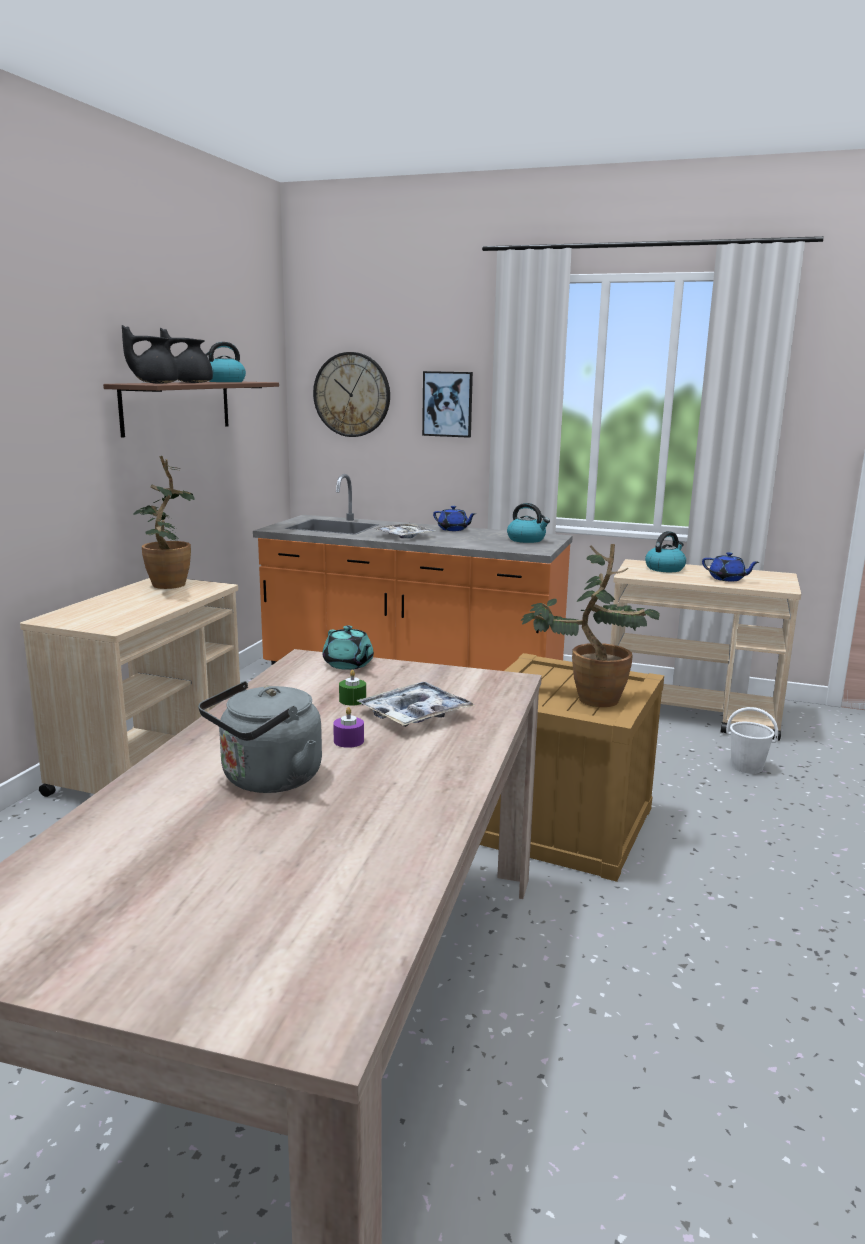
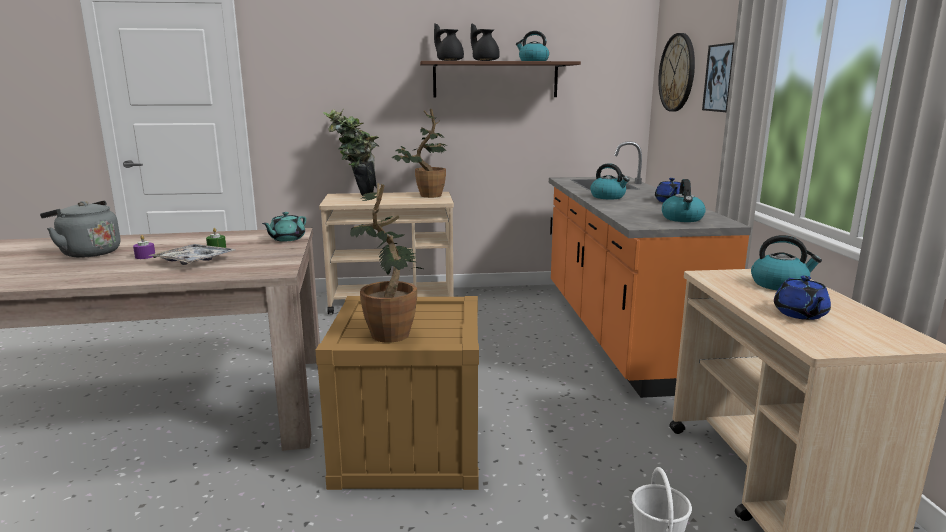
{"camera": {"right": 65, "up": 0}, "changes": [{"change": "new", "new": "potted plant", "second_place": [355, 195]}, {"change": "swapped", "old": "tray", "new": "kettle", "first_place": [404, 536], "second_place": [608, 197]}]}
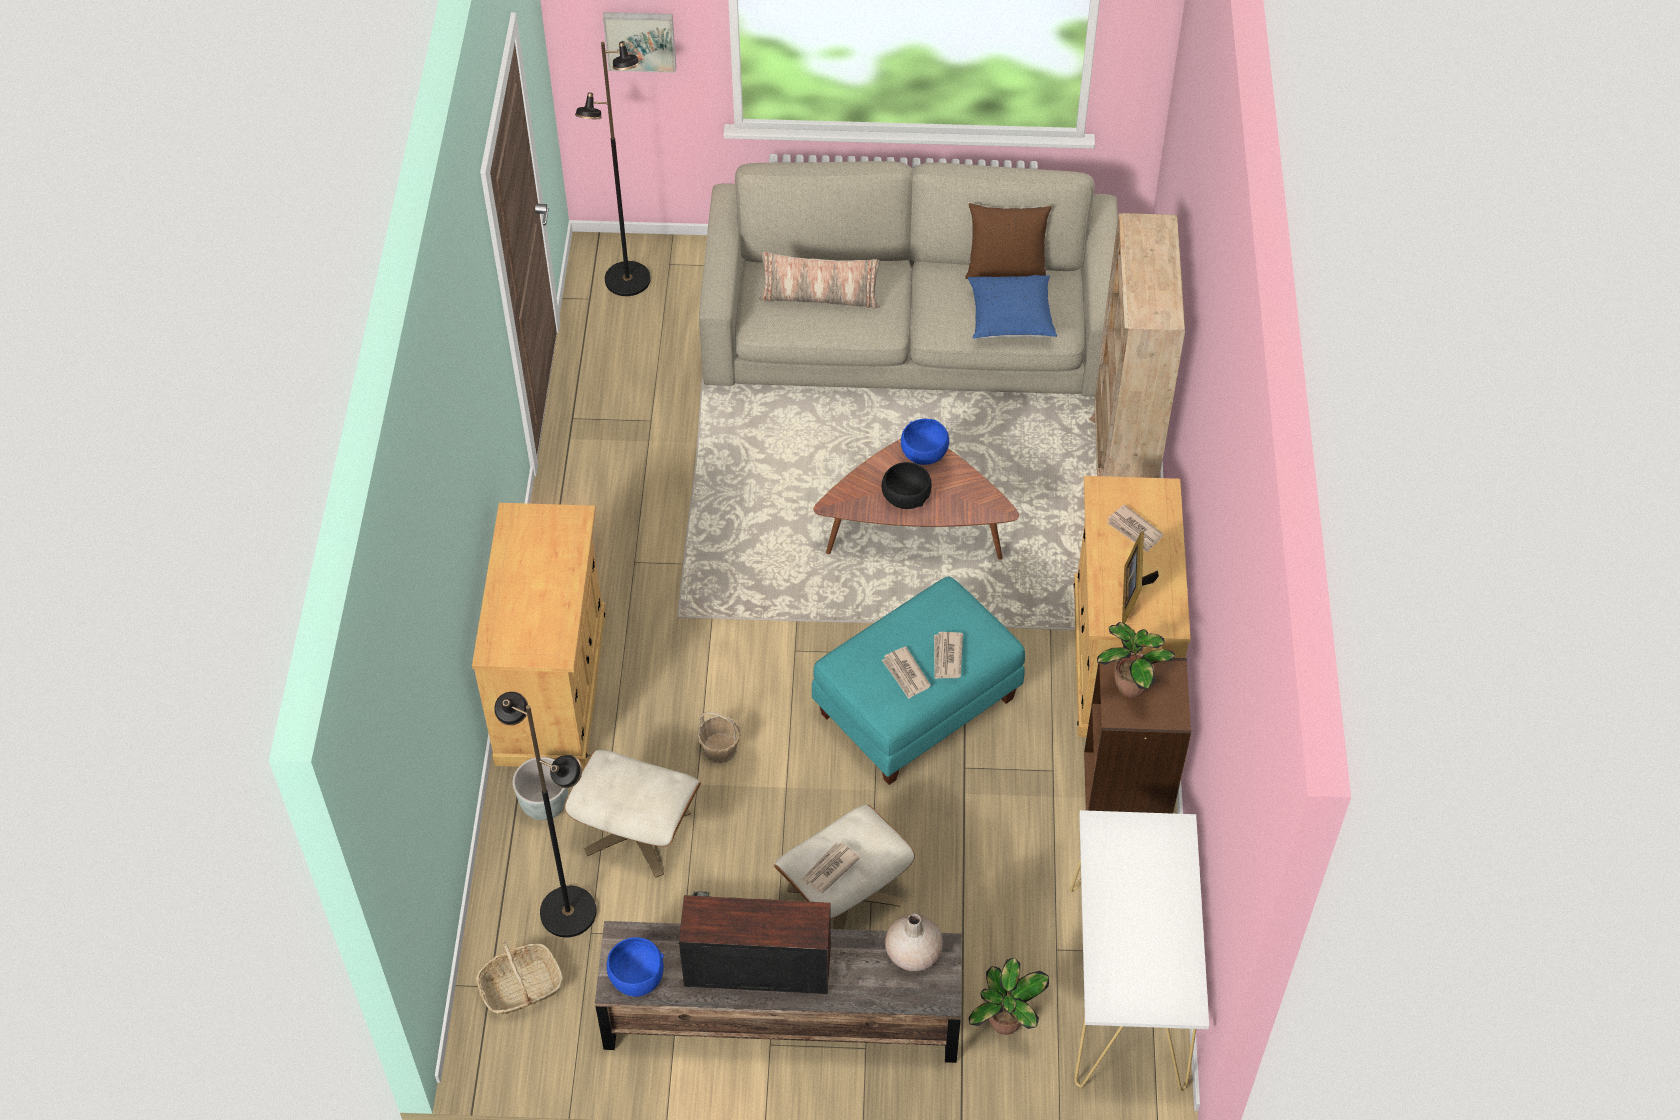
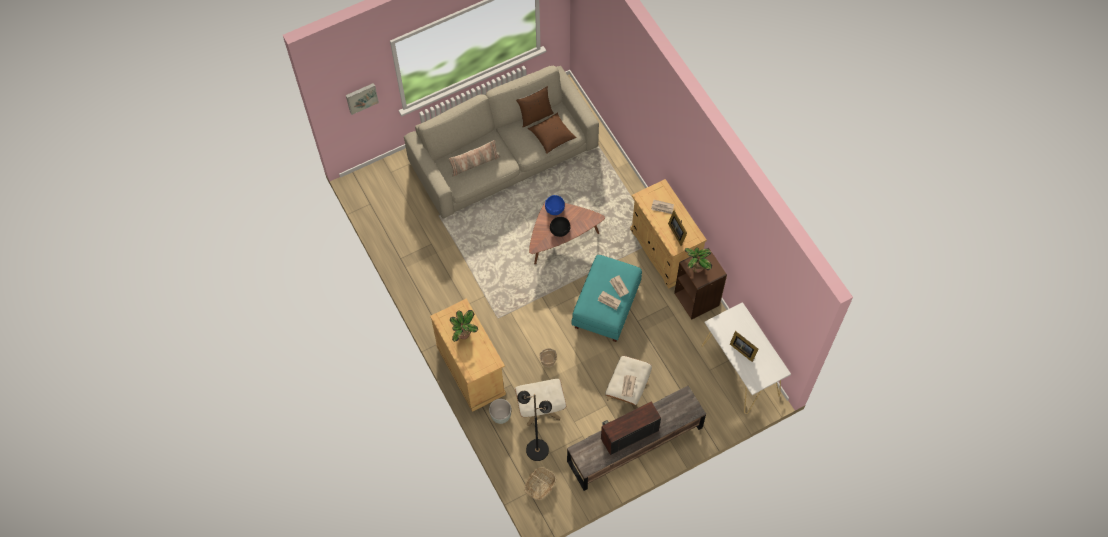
{"camera": {"right": -30, "up": 10}, "changes": [{"change": "gone", "old": "black floor lamp", "first_place": [627, 280]}, {"change": "gone", "old": "blue bowl", "first_place": [637, 978]}, {"change": "gone", "old": "beige vase", "first_place": [912, 953]}, {"change": "gone", "old": "beige bookcase", "first_place": [1119, 471]}, {"change": "new", "new": "picture frame", "second_place": [742, 349]}, {"change": "shifted", "old": "potted plant", "first_place": [1005, 1024], "second_place": [464, 335]}, {"change": "repainted", "old": "blue pillow", "new": "brown pillow", "first_place": [1010, 319], "second_place": [552, 137]}]}
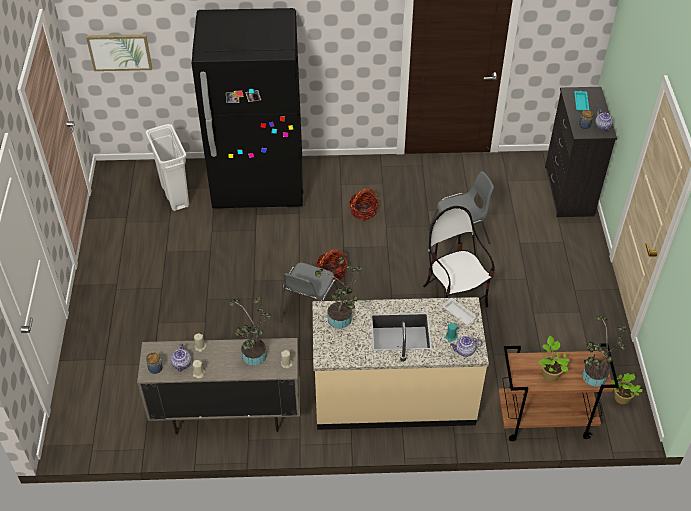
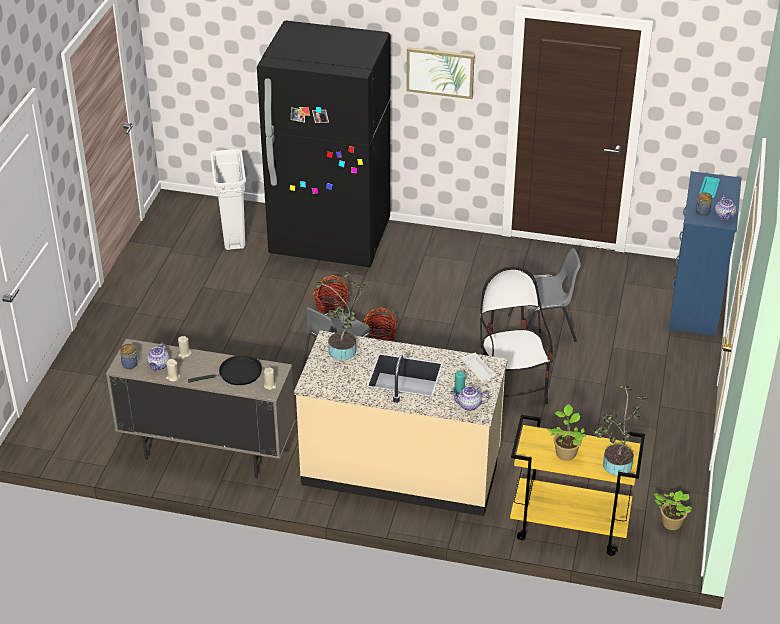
{"camera": {"right": 15, "up": -10}, "changes": [{"change": "shifted", "old": "picture", "first_place": [120, 51], "second_place": [440, 72]}, {"change": "shifted", "old": "basket", "first_place": [363, 211], "second_place": [331, 305]}, {"change": "swapped", "old": "potted plant", "new": "black frying pan", "first_place": [254, 358], "second_place": [237, 374]}, {"change": "repainted", "old": "brown cart", "new": "yellow cart", "first_place": [544, 419], "second_place": [568, 526]}, {"change": "repainted", "old": "black dresser", "new": "blue dresser", "first_place": [568, 191], "second_place": [694, 306]}]}
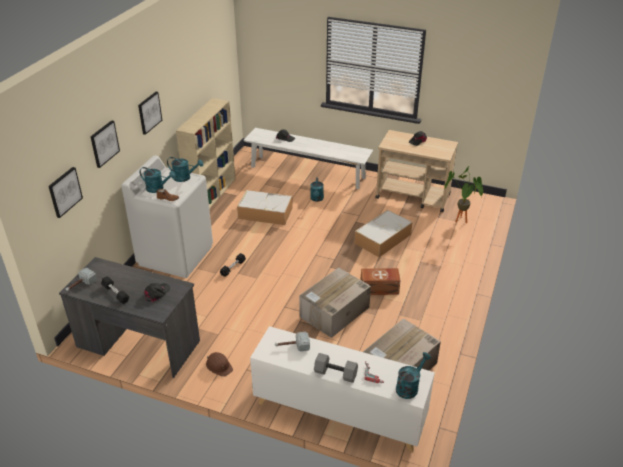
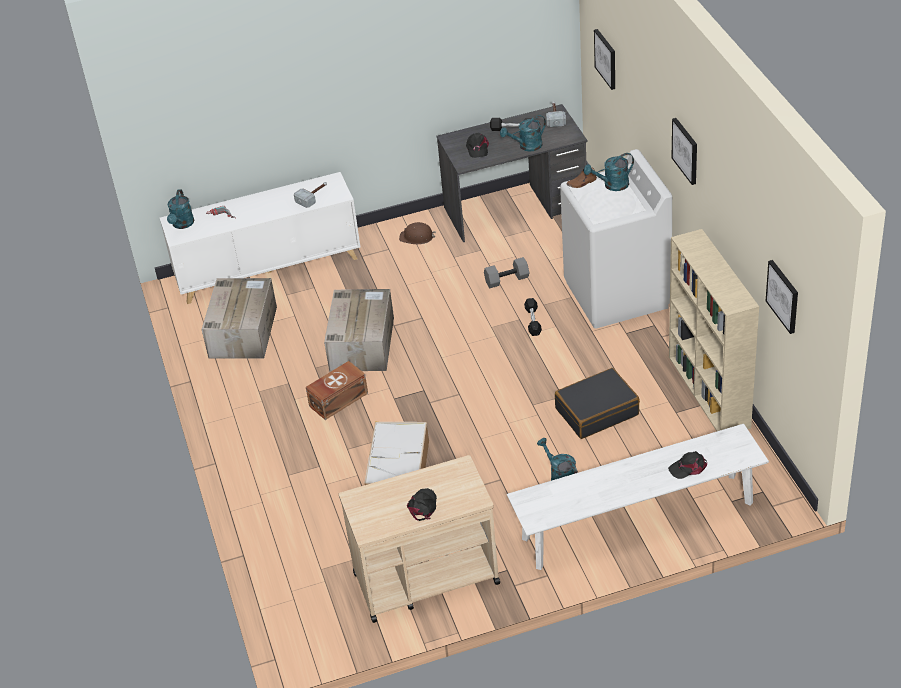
{"camera": {"right": 145, "up": 5}, "changes": [{"change": "gone", "old": "potted plant", "first_place": [460, 222]}, {"change": "shifted", "old": "picture", "first_place": [104, 143], "second_place": [783, 296]}, {"change": "shifted", "old": "turquoise watering can", "first_place": [185, 177], "second_place": [526, 146]}, {"change": "shifted", "old": "grey dumbbell", "first_place": [335, 374], "second_place": [507, 279]}, {"change": "swapped", "old": "storage box", "new": "black suitcase", "first_place": [266, 213], "second_place": [596, 411]}]}
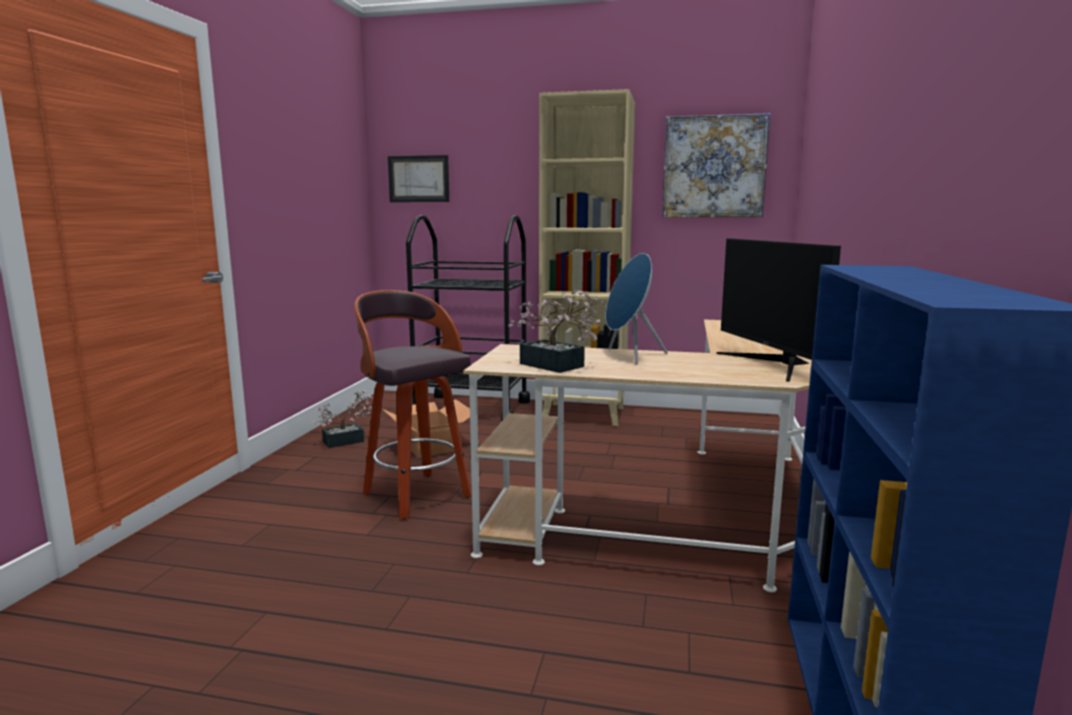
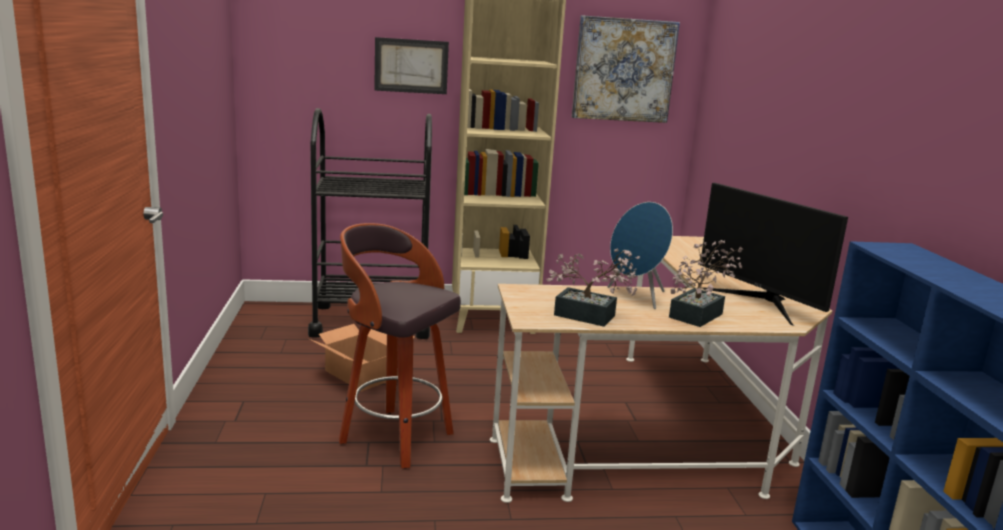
{"camera": {"right": -20, "up": 5}, "changes": [{"change": "shifted", "old": "potted plant", "first_place": [348, 440], "second_place": [699, 314]}, {"change": "shifted", "old": "picture", "first_place": [418, 179], "second_place": [411, 66]}]}
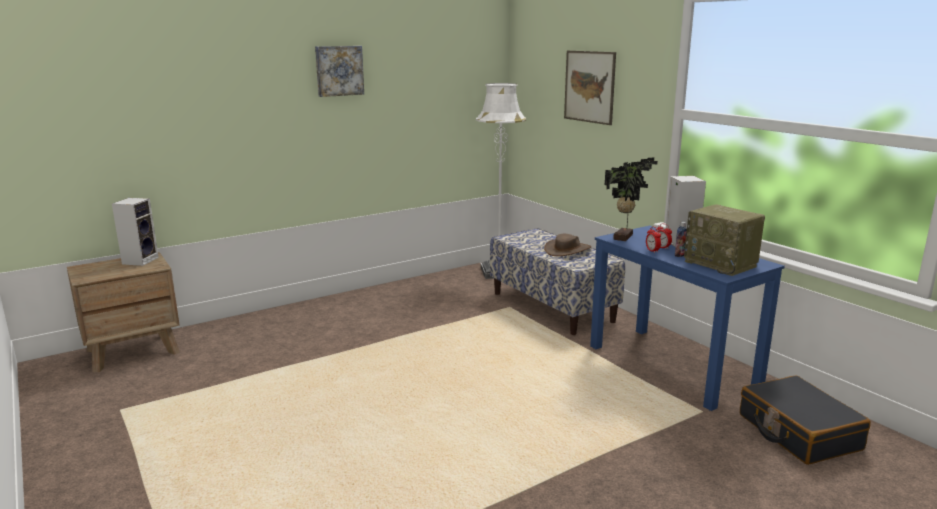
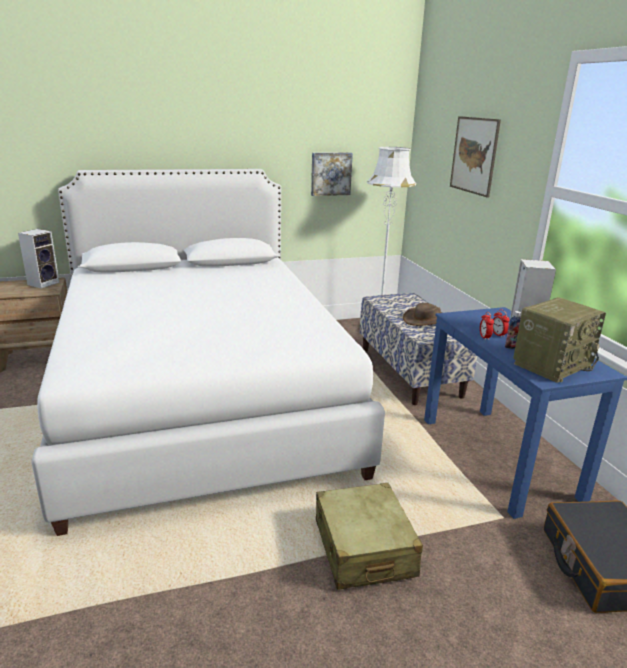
{"camera": {"right": 15, "up": 5}, "changes": [{"change": "gone", "old": "potted plant", "first_place": [625, 237]}, {"change": "new", "new": "white bed", "second_place": [200, 399]}, {"change": "new", "new": "beige suitcase", "second_place": [363, 548]}, {"change": "shifted", "old": "picture", "first_place": [339, 70], "second_place": [330, 173]}, {"change": "rotated", "old": "radio", "first_place": [722, 264], "second_place": [552, 364], "degrees": -105}]}
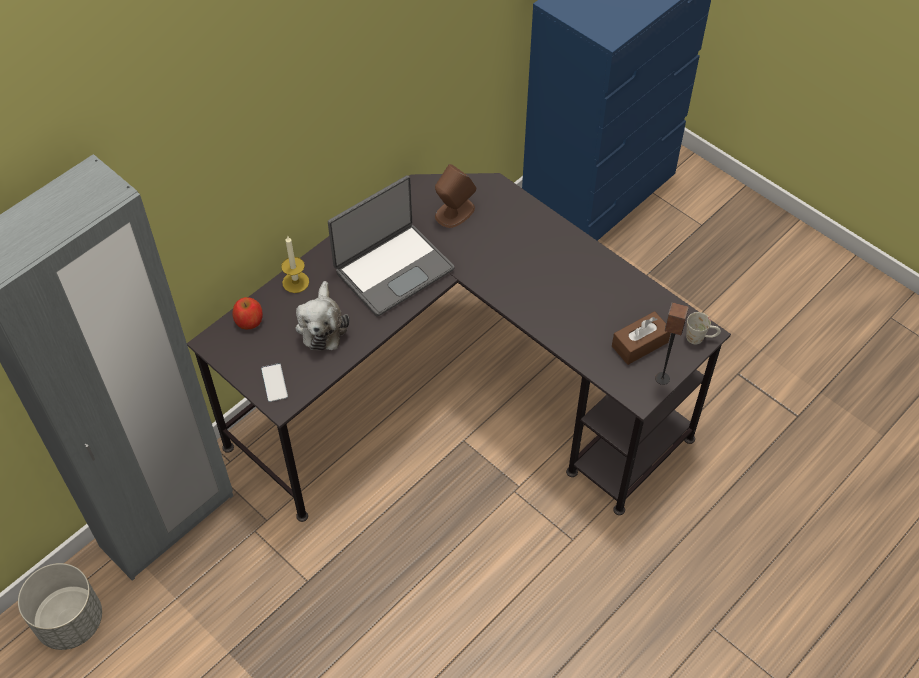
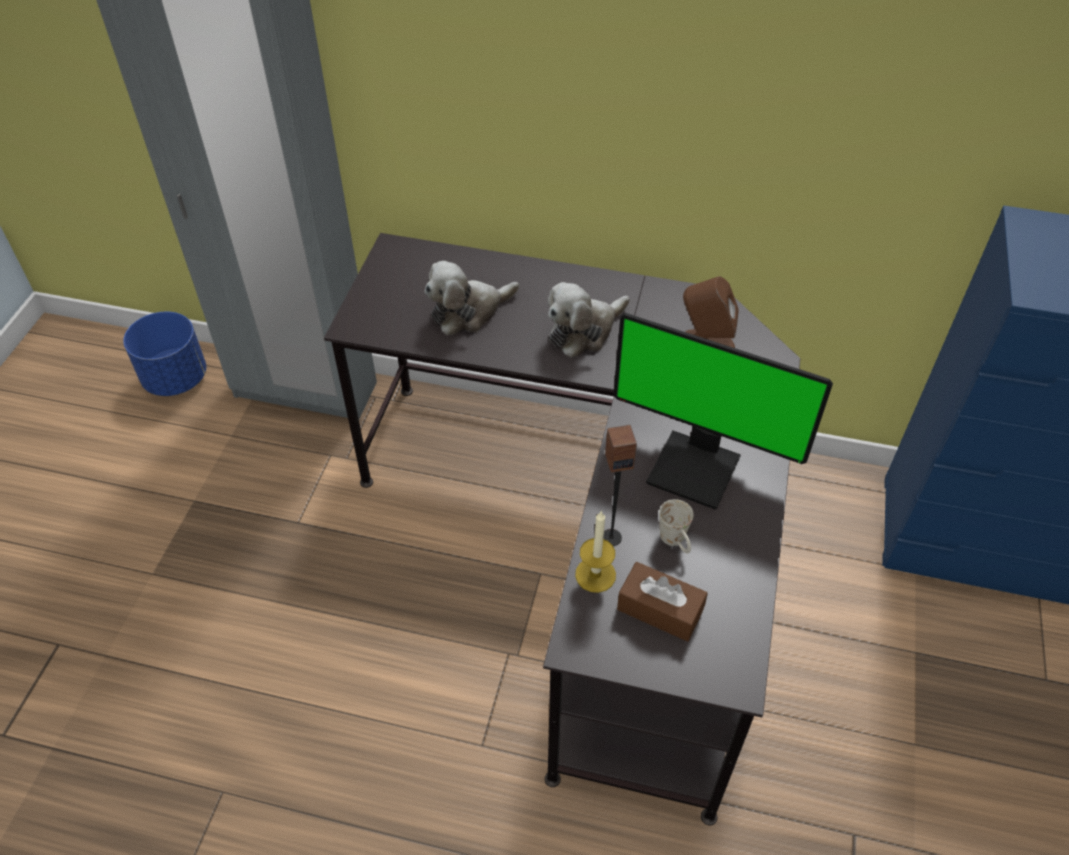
{"camera": {"right": 60, "up": -5}, "changes": [{"change": "gone", "old": "apple", "first_place": [249, 320]}, {"change": "gone", "old": "phone", "first_place": [274, 382]}, {"change": "new", "new": "monitor", "second_place": [696, 467]}, {"change": "shifted", "old": "candle", "first_place": [295, 282], "second_place": [595, 574]}, {"change": "shifted", "old": "speaker", "first_place": [662, 378], "second_place": [611, 537]}, {"change": "shifted", "old": "white mug", "first_place": [700, 338], "second_place": [676, 542]}, {"change": "swapped", "old": "laptop", "new": "plush toy", "first_place": [393, 269], "second_place": [584, 331]}, {"change": "repainted", "old": "grey planter", "new": "blue planter", "first_place": [70, 621], "second_place": [176, 378]}]}
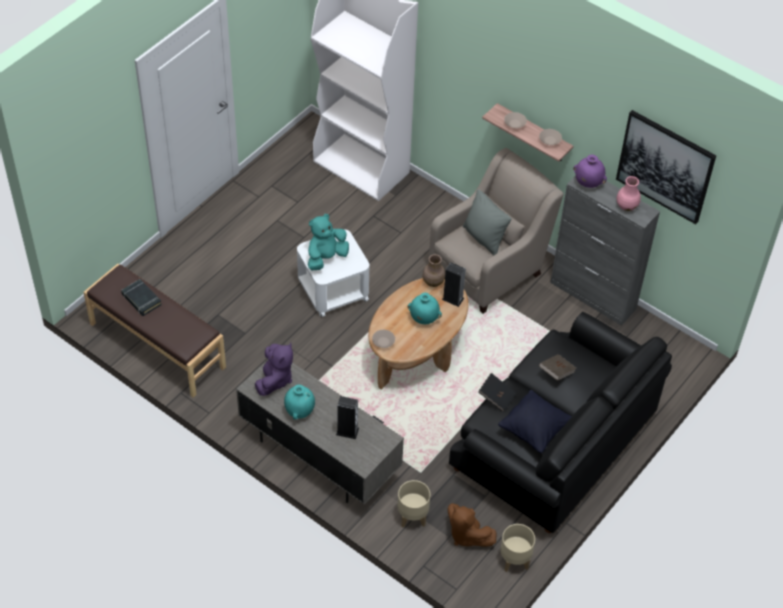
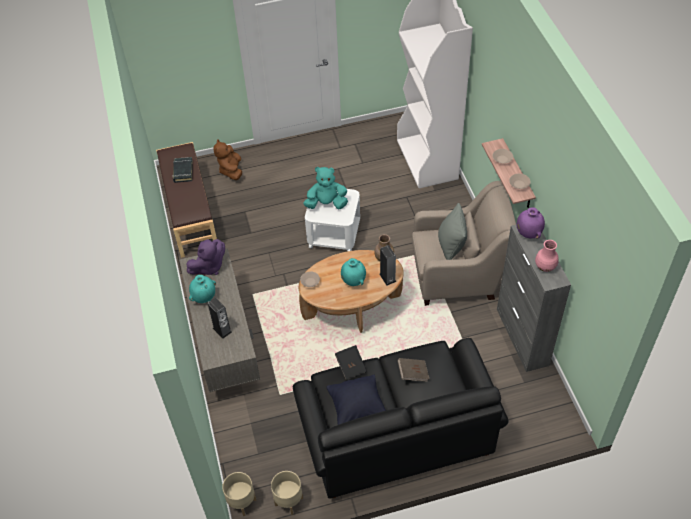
{"camera": {"right": 40, "up": 0}, "changes": [{"change": "gone", "old": "picture", "first_place": [665, 166]}, {"change": "shifted", "old": "beige planter", "first_place": [412, 517], "second_place": [242, 503]}, {"change": "shifted", "old": "brown plush toy", "first_place": [466, 534], "second_place": [231, 170]}]}
